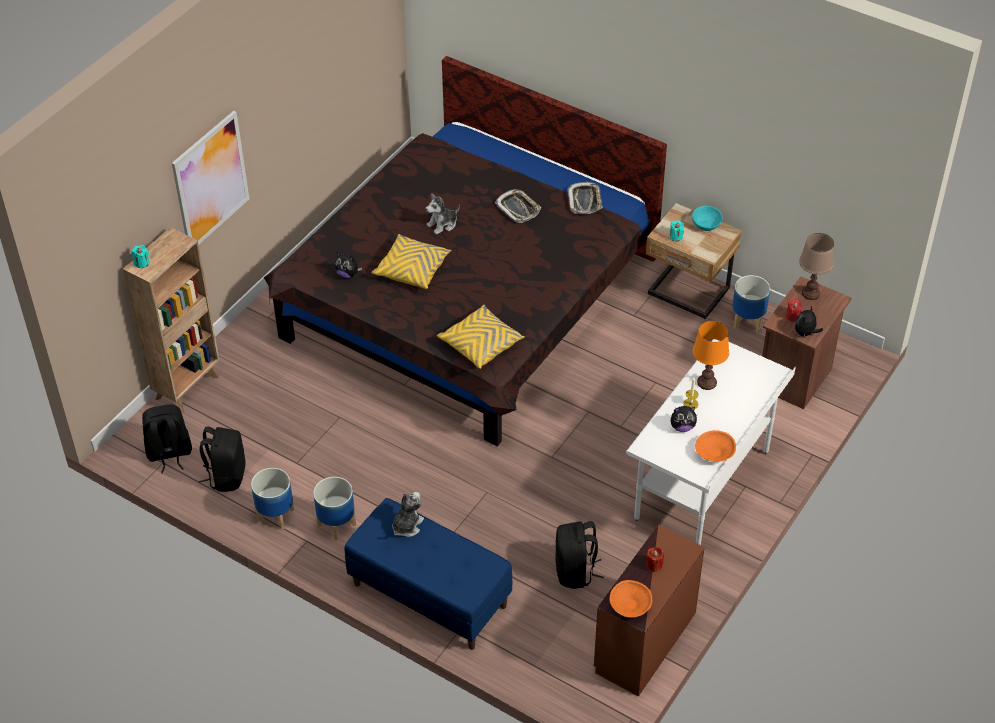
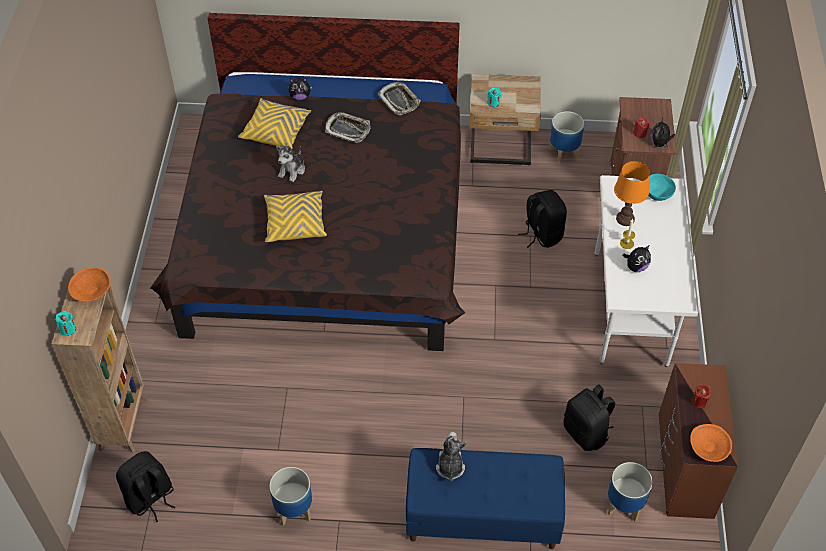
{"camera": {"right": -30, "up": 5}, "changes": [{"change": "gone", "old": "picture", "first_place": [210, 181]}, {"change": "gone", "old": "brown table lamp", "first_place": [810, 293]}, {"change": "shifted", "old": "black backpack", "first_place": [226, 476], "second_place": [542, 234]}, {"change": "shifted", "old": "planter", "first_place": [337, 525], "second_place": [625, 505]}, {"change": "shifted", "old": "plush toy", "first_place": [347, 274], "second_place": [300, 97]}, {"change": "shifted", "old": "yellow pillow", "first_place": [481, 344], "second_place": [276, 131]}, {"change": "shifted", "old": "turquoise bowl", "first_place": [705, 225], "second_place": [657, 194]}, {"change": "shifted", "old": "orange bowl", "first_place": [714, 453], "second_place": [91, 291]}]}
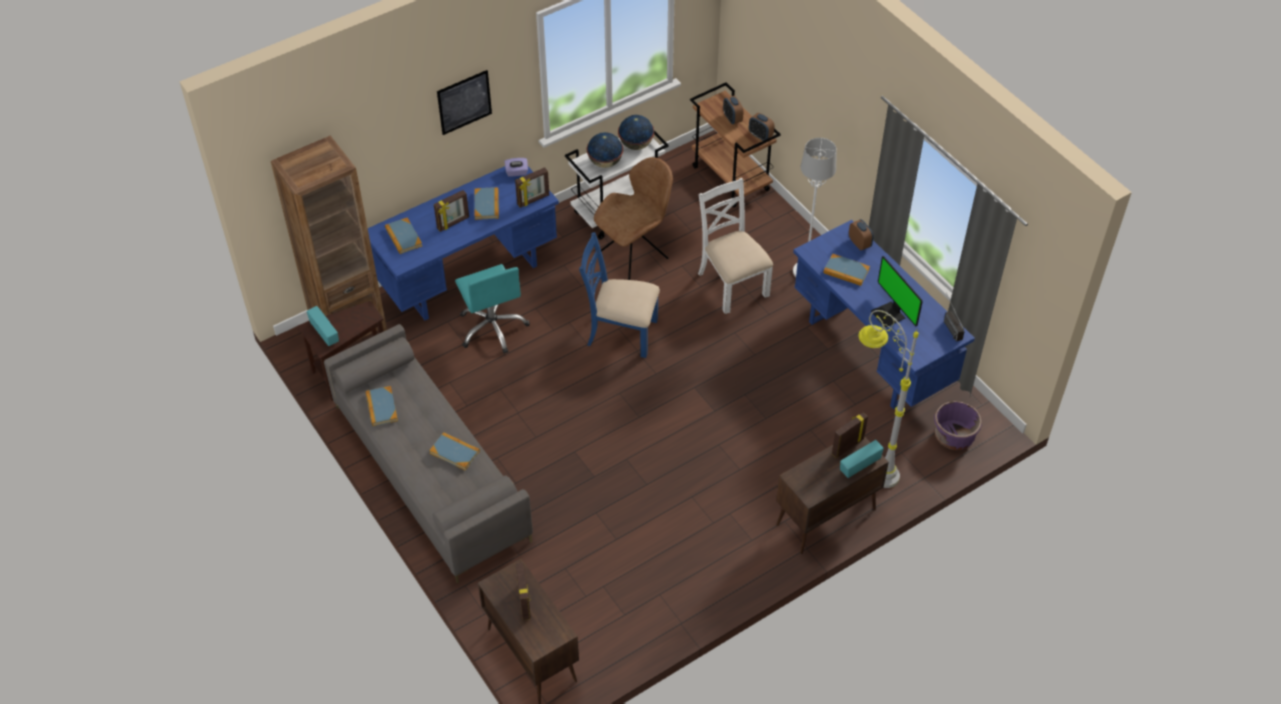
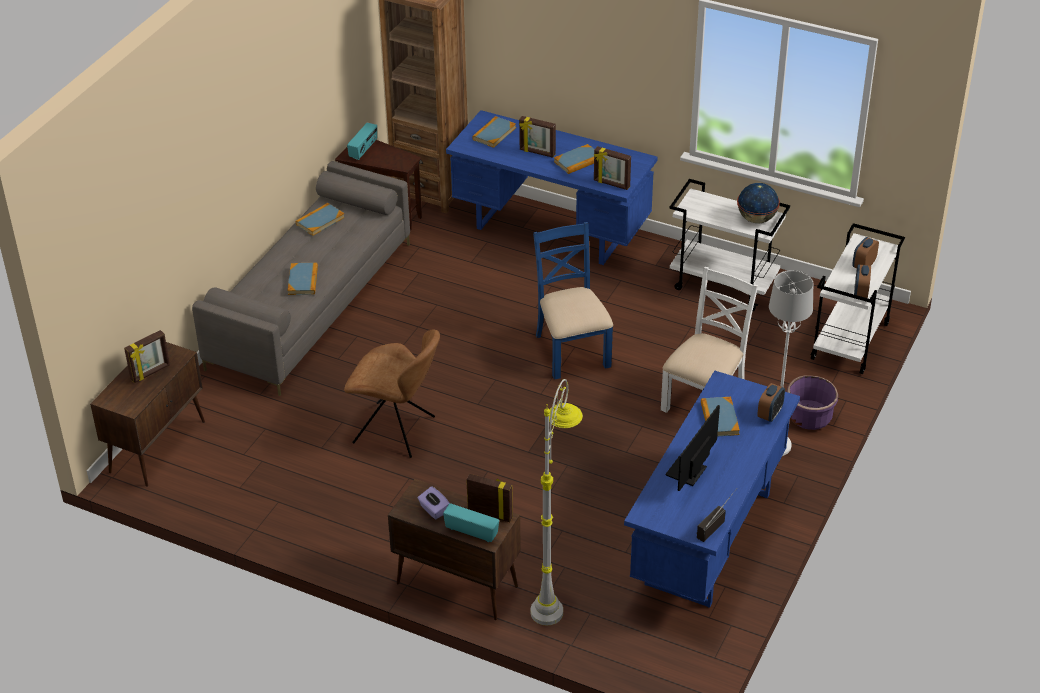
{"camera": {"right": 60, "up": -10}, "changes": [{"change": "gone", "old": "picture", "first_place": [464, 102]}, {"change": "gone", "old": "turquoise office chair", "first_place": [493, 328]}, {"change": "gone", "old": "globe", "first_place": [605, 162]}, {"change": "shifted", "old": "purple tissue box", "first_place": [517, 172], "second_place": [433, 510]}, {"change": "shifted", "old": "brown chair", "first_place": [634, 255], "second_place": [397, 431]}, {"change": "shifted", "old": "purple planter", "first_place": [953, 437], "second_place": [809, 417]}, {"change": "repainted", "old": "brown cart", "new": "white cart", "first_place": [731, 178], "second_place": [850, 342]}]}
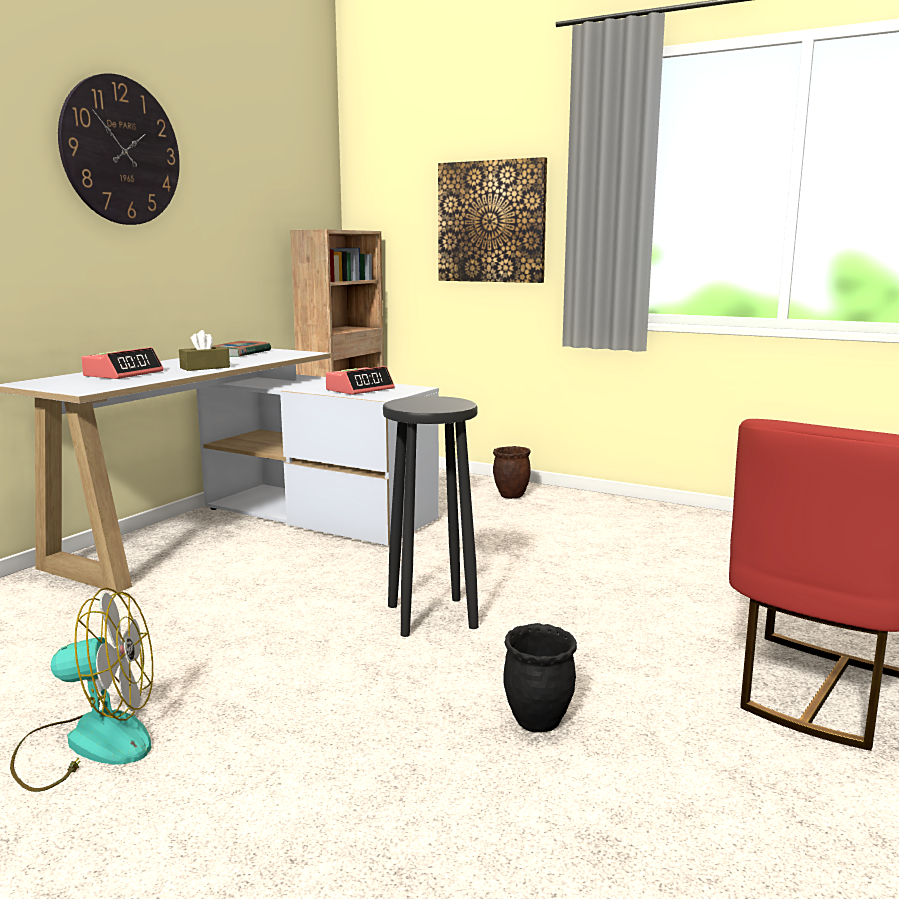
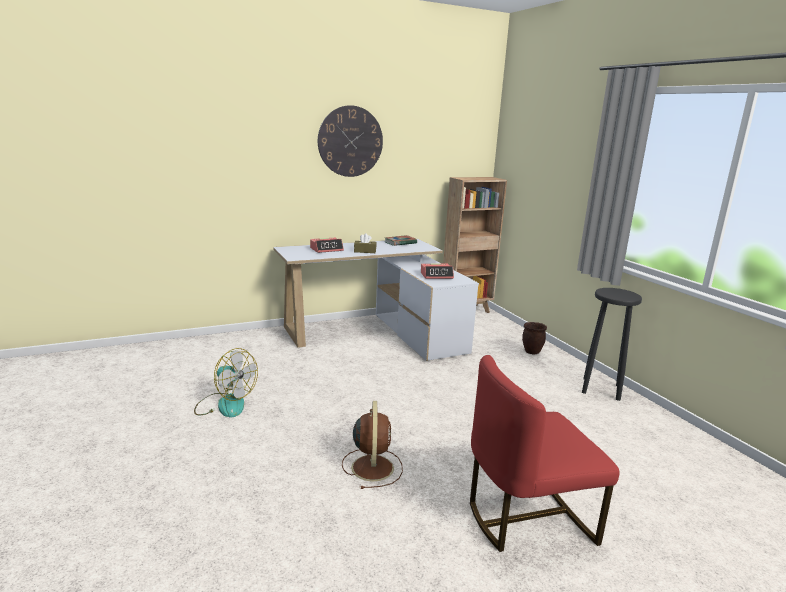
{"camera": {"right": 35, "up": 5}, "changes": [{"change": "gone", "old": "picture", "first_place": [491, 222]}, {"change": "shifted", "old": "black stool", "first_place": [432, 617], "second_place": [601, 389]}, {"change": "swapped", "old": "black planter", "new": "brown fan", "first_place": [536, 722], "second_place": [372, 466]}]}
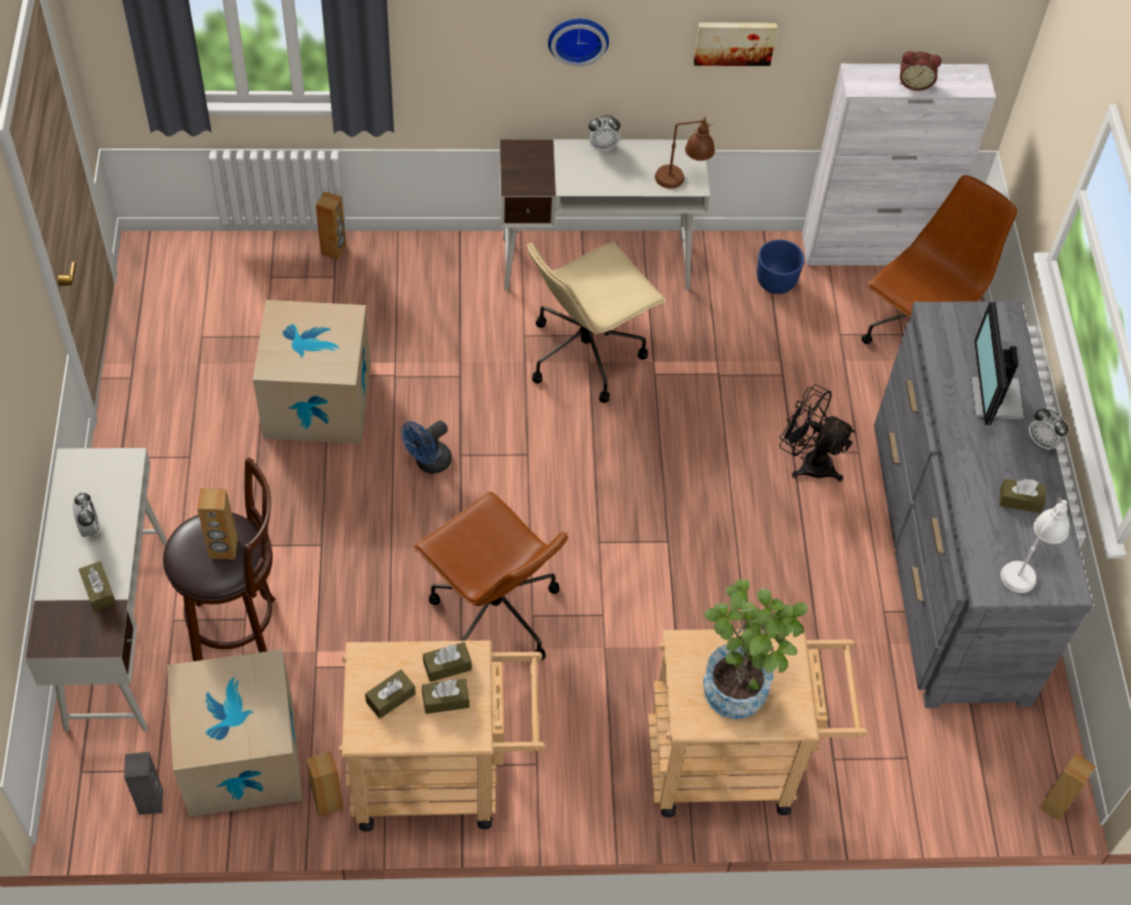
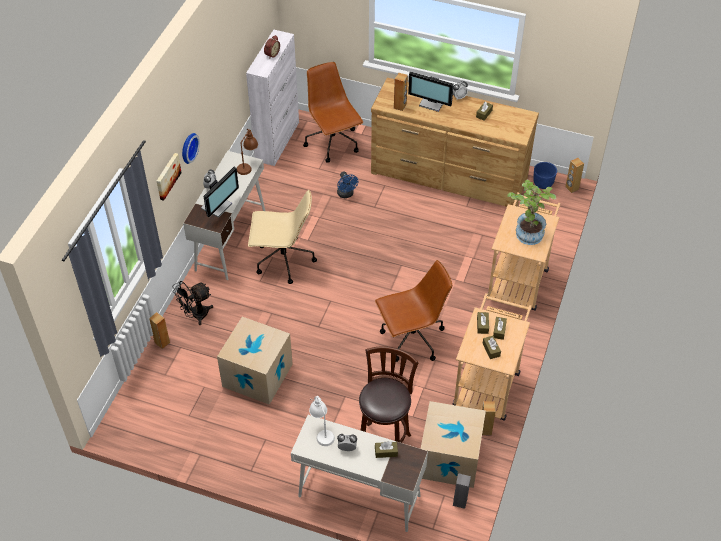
{"camera": {"right": -65, "up": -5}, "changes": [{"change": "new", "new": "monitor", "second_place": [218, 206]}, {"change": "shifted", "old": "brown speaker", "first_place": [223, 549], "second_place": [400, 106]}, {"change": "shifted", "old": "blue fan", "first_place": [428, 463], "second_place": [346, 194]}, {"change": "shifted", "old": "picture", "first_place": [734, 41], "second_place": [167, 176]}, {"change": "shifted", "old": "blue planter", "first_place": [775, 283], "second_place": [543, 184]}, {"change": "shifted", "old": "black fan", "first_place": [808, 462], "second_place": [196, 315]}, {"change": "shifted", "old": "white table lamp", "first_place": [1026, 567], "second_place": [321, 432]}, {"change": "repainted", "old": "grey dresser", "new": "brown dresser", "first_place": [948, 556], "second_place": [449, 176]}, {"change": "rotated", "old": "beige office chair", "first_place": [586, 353], "second_place": [283, 261], "degrees": -75}]}
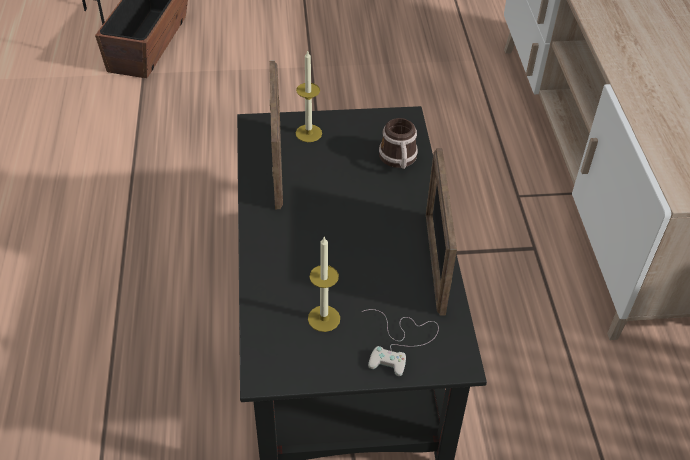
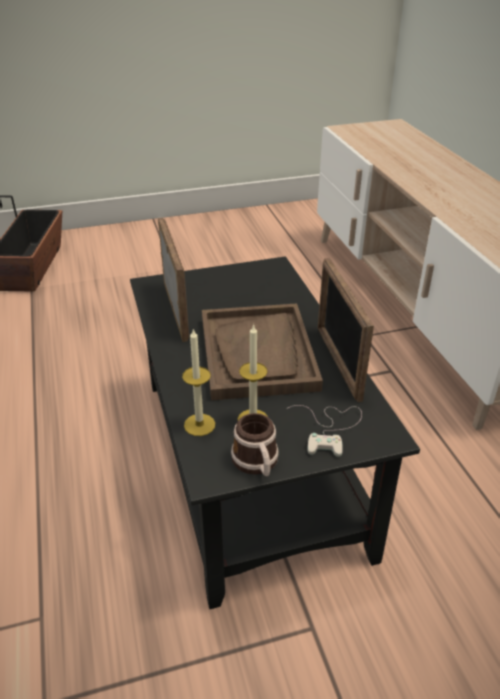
{"camera": {"right": -10, "up": -10}, "changes": [{"change": "new", "new": "brown tray", "second_place": [258, 353]}, {"change": "shifted", "old": "candle", "first_place": [308, 133], "second_place": [199, 425]}, {"change": "shifted", "old": "mug", "first_place": [398, 160], "second_place": [257, 463]}]}
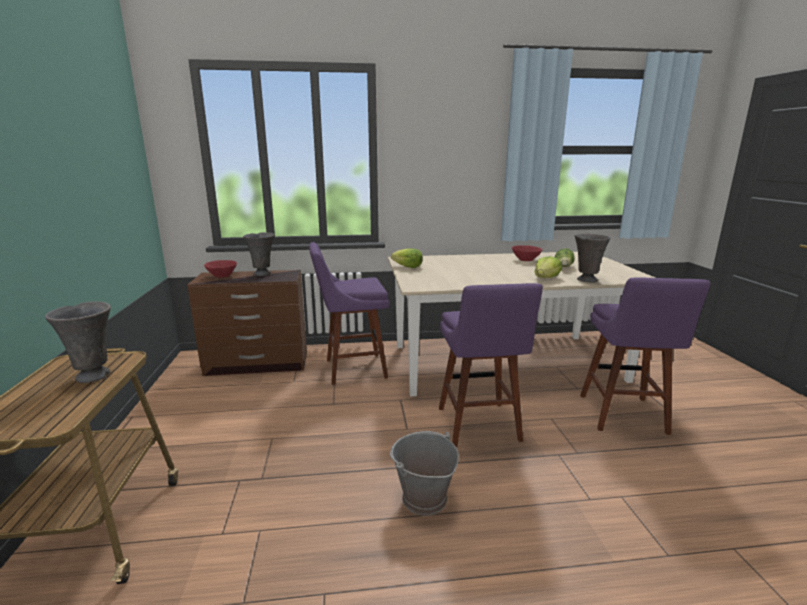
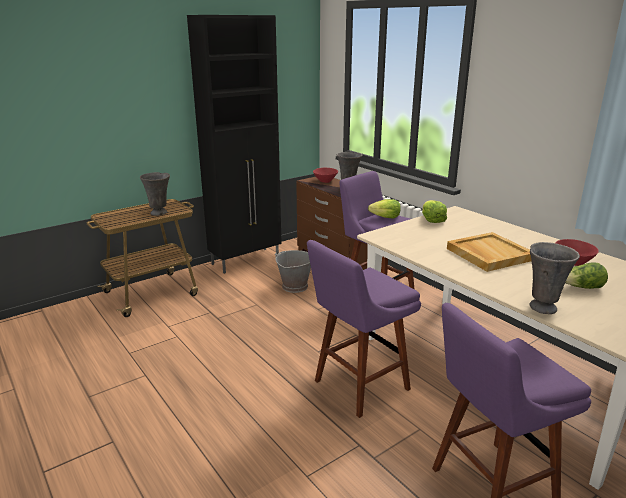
{"camera": {"right": 60, "up": 5}, "changes": [{"change": "new", "new": "black cabinet", "second_place": [246, 260]}, {"change": "new", "new": "beige tray", "second_place": [488, 254]}, {"change": "shifted", "old": "grey bucket", "first_place": [423, 498], "second_place": [294, 286]}, {"change": "shifted", "old": "lettuce", "first_place": [546, 278], "second_place": [385, 217]}]}
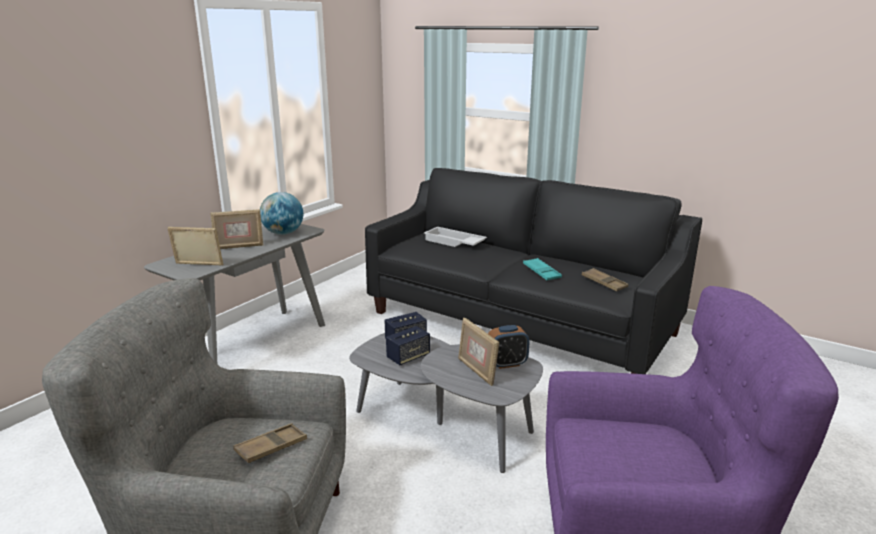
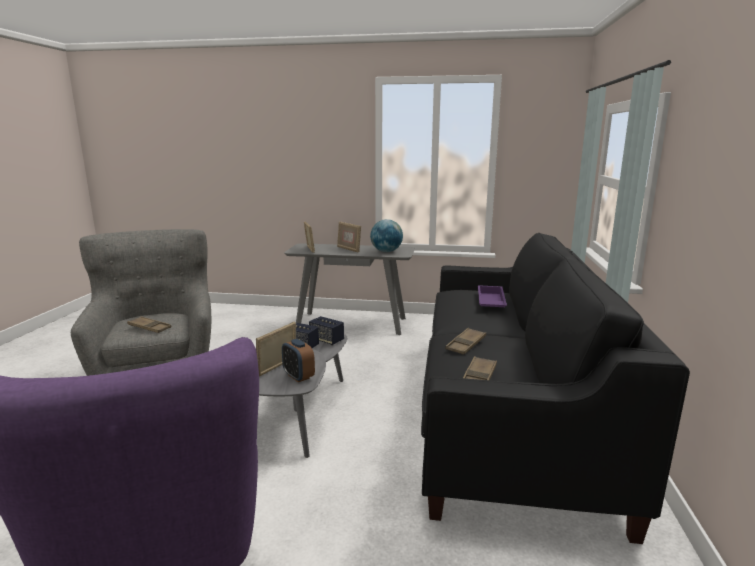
{"camera": {"right": 65, "up": -5}, "changes": [{"change": "repainted", "old": "white tray", "new": "purple tray", "first_place": [453, 242], "second_place": [489, 302]}, {"change": "repainted", "old": "turquoise tray", "new": "brown tray", "first_place": [541, 272], "second_place": [466, 344]}]}
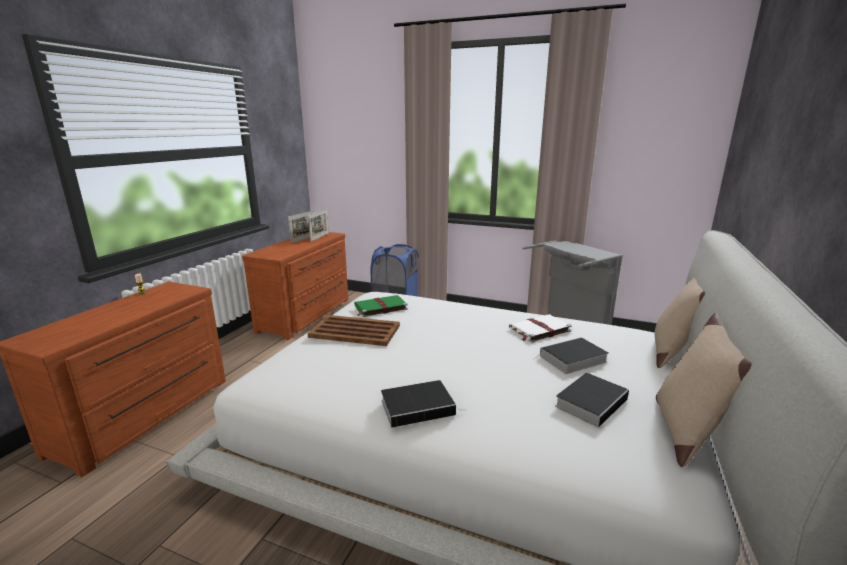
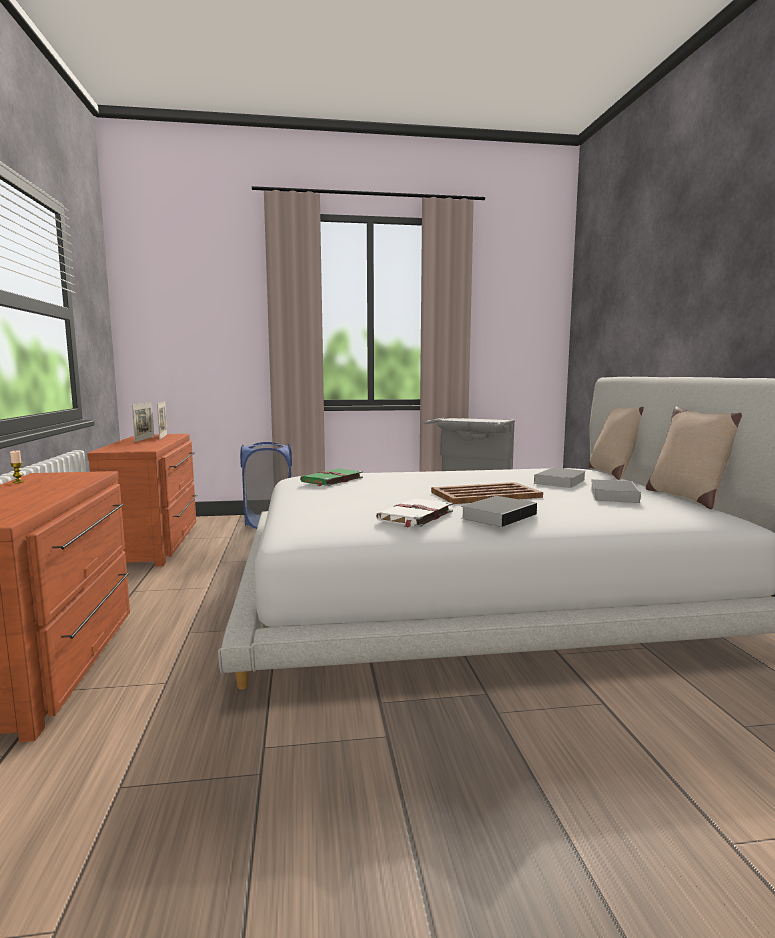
{"camera": {"right": -30, "up": -10}, "changes": [{"change": "shifted", "old": "brown tray", "first_place": [354, 331], "second_place": [484, 495]}, {"change": "shifted", "old": "white book", "first_place": [538, 330], "second_place": [415, 516]}]}
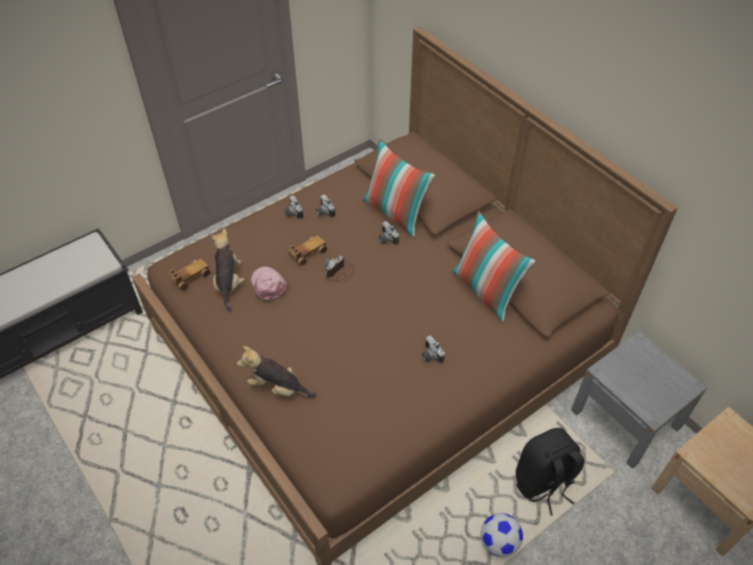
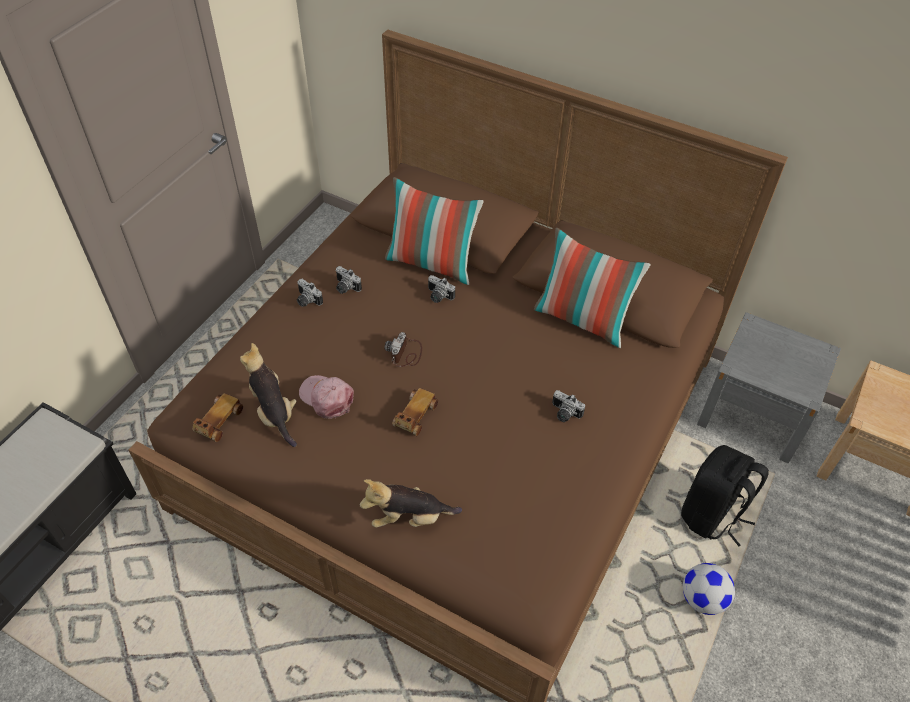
{"camera": {"right": -25, "up": 0}, "changes": [{"change": "shifted", "old": "toy car", "first_place": [307, 253], "second_place": [415, 416]}]}
